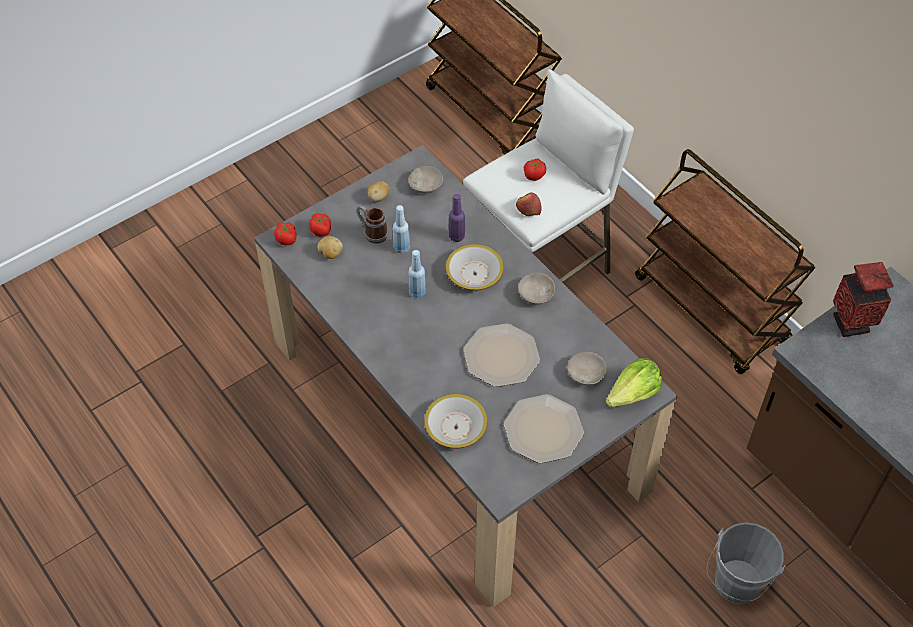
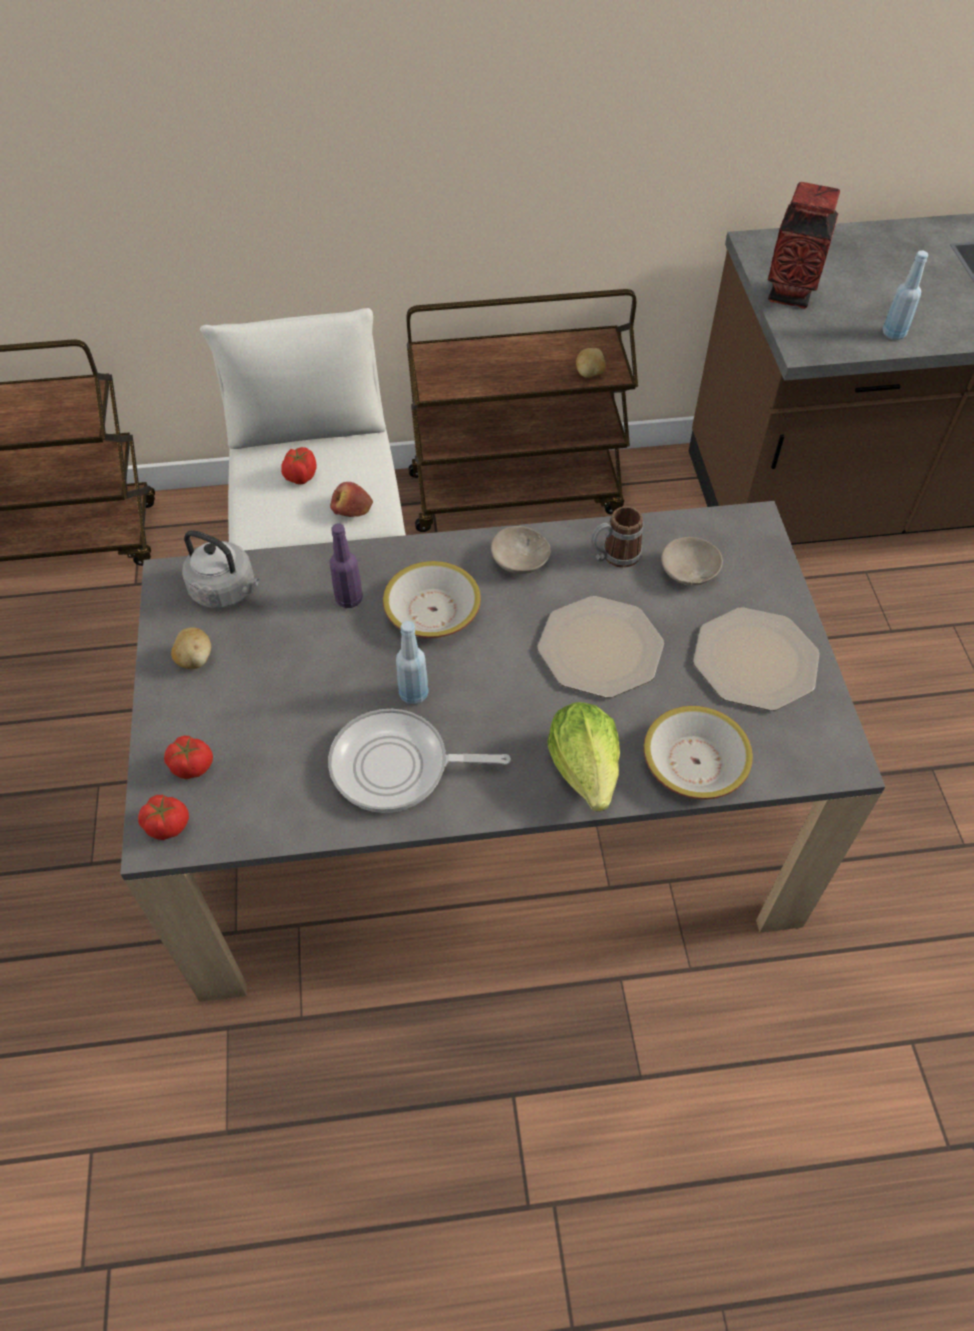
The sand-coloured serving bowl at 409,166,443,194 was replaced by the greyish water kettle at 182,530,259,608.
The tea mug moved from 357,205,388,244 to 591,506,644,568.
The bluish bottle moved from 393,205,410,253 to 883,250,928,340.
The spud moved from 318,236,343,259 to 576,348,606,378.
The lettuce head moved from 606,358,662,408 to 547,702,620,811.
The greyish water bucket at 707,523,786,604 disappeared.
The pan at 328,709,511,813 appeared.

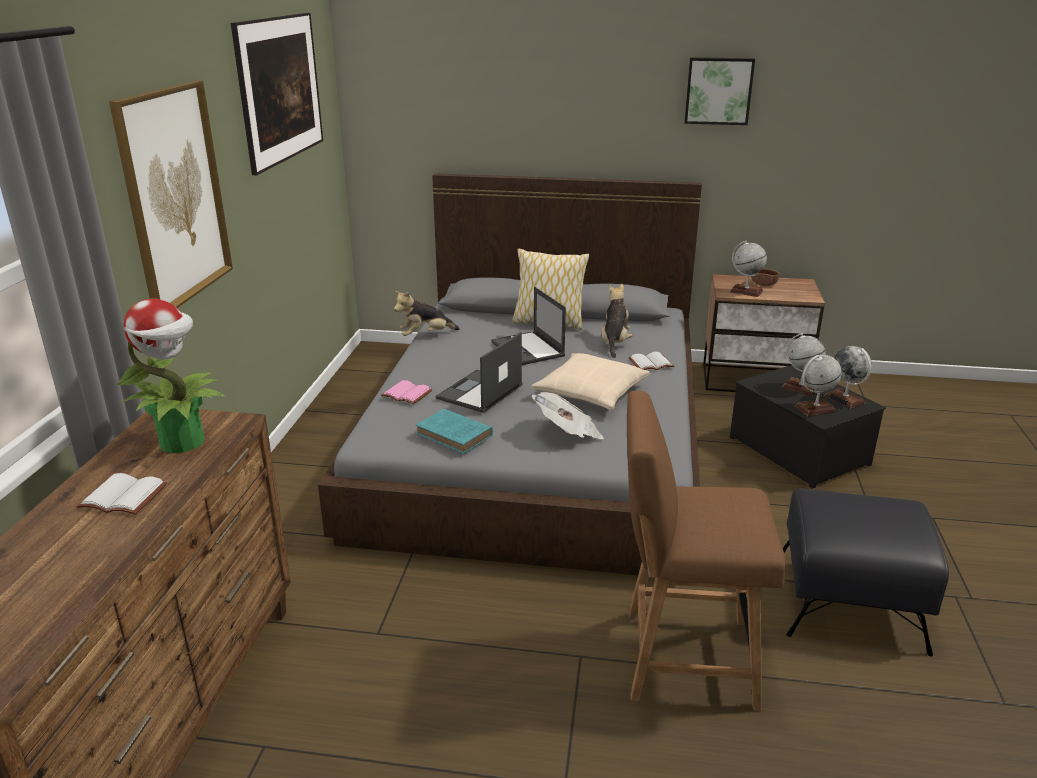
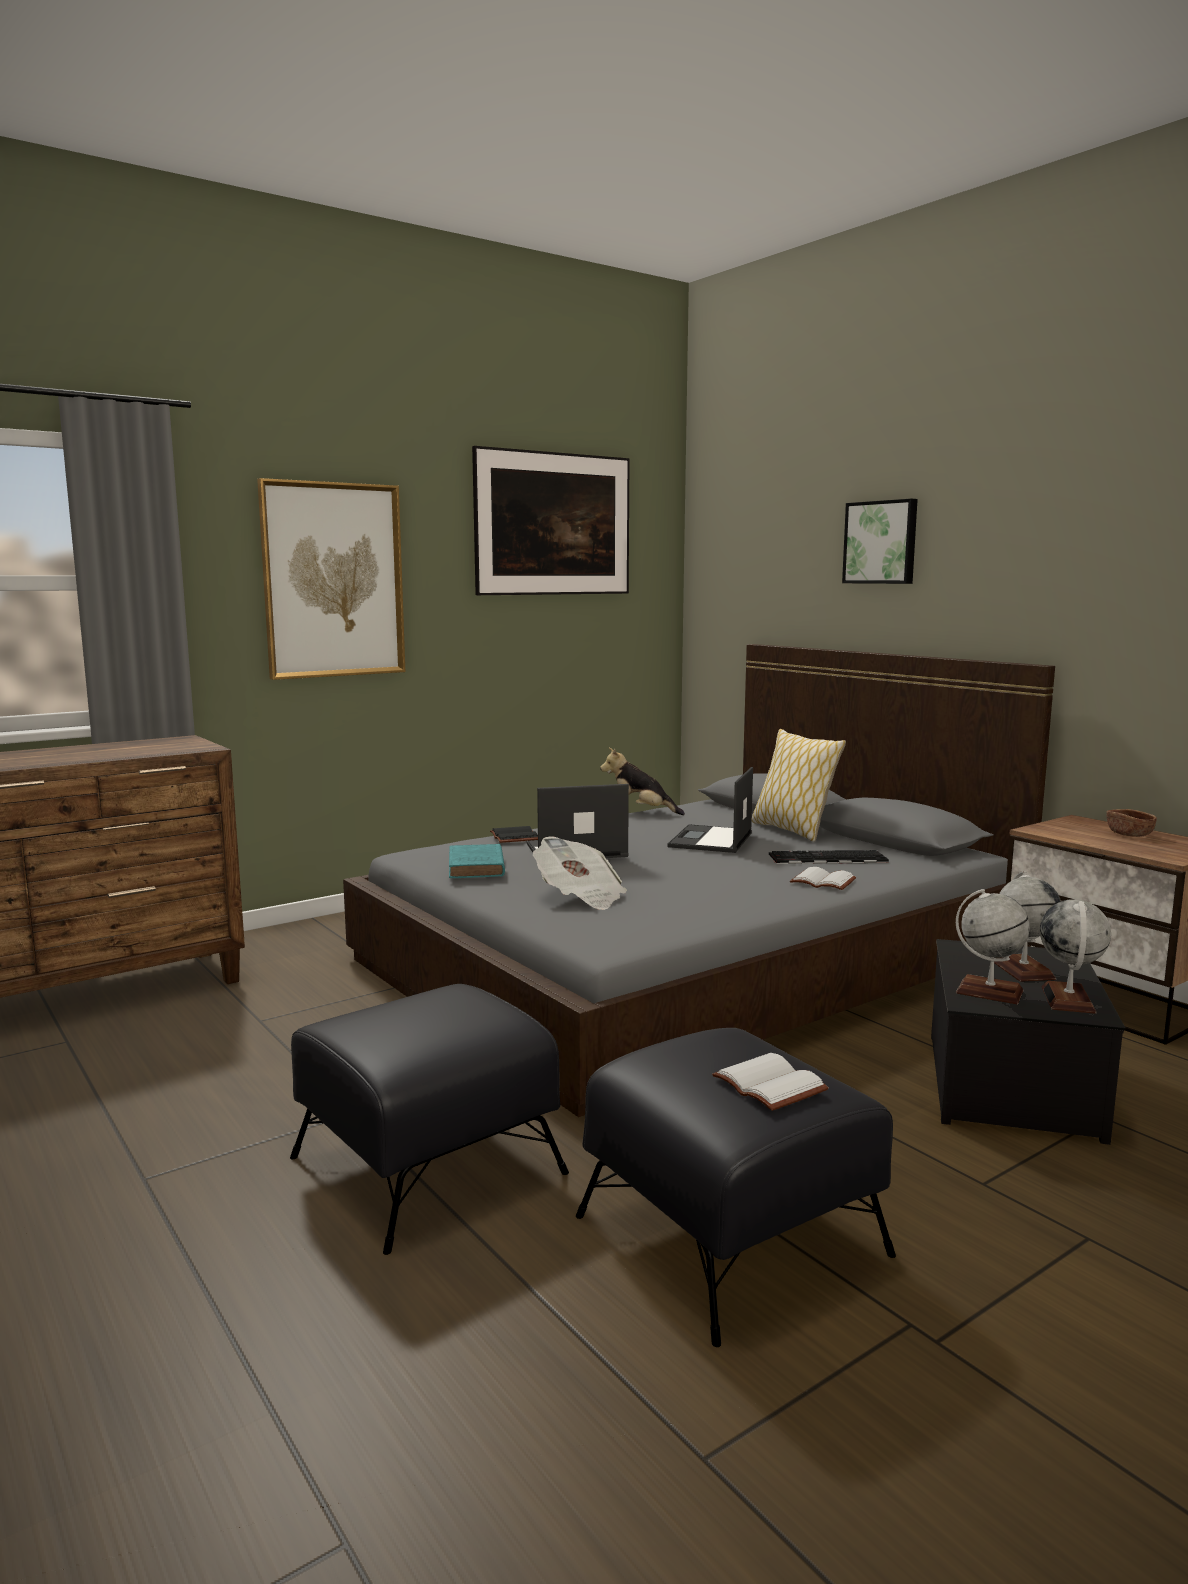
The wall picture moved from 684,57,755,125 to 842,499,918,584.
The globe at 730,241,767,297 disappeared.
The cuddly toy at 601,284,633,358 was replaced by the computer keyboard at 769,850,889,864.
The houseplant at 117,299,226,453 disappeared.
The sand-coloured cushion at 531,353,650,410 disappeared.
The pink bound book at 381,380,432,404 became the blackish bound book at 490,826,538,843.
The brown-coloured plain chair at 627,391,786,711 was replaced by the blackish ottoman at 290,984,569,1255.
The white bound book moved from 77,473,168,515 to 712,1053,829,1111.

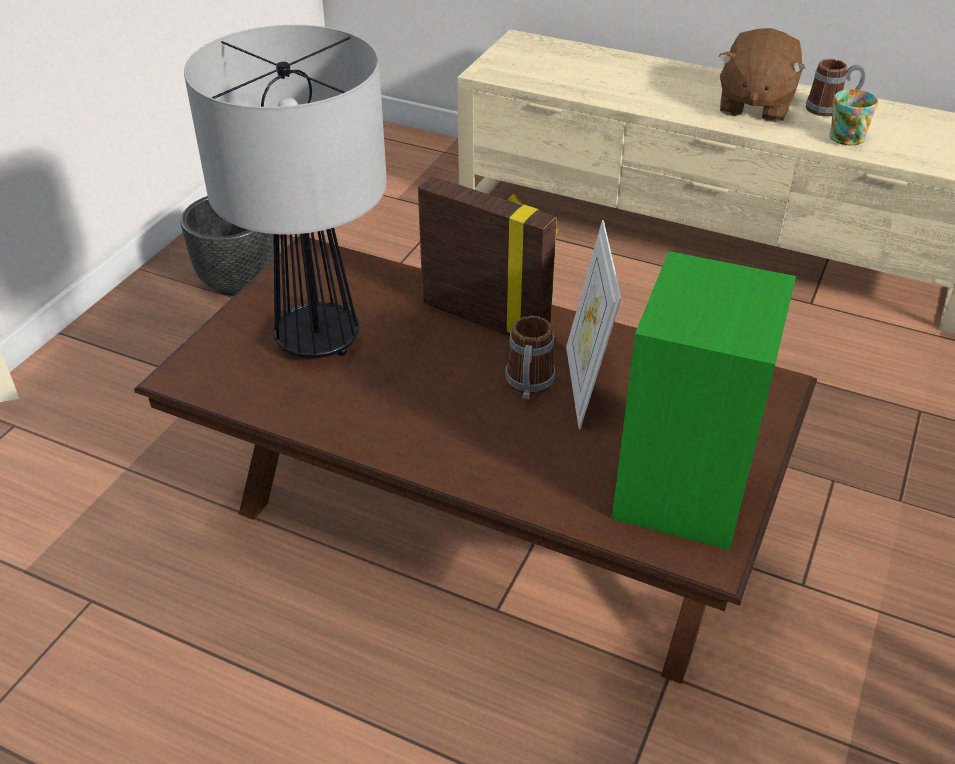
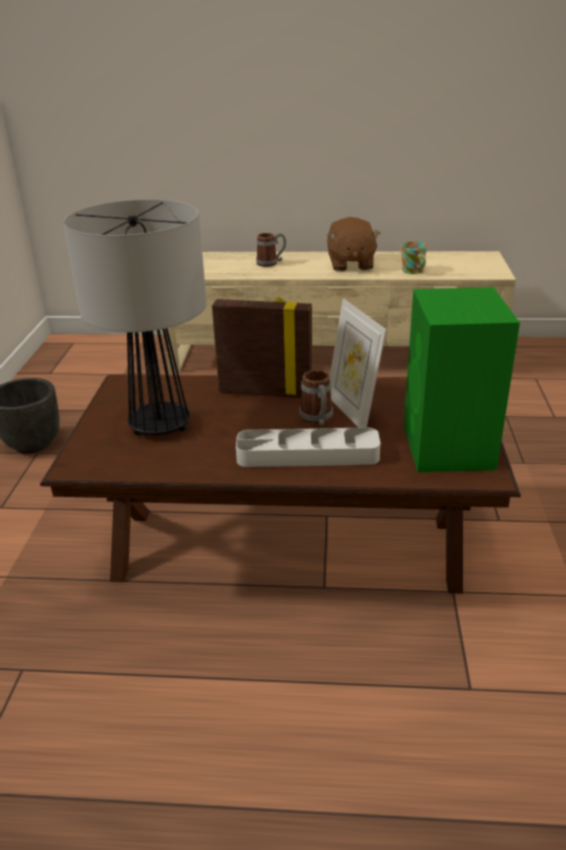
The tea mug moved from 806,59,865,116 to 256,233,286,267.
The greyish serving tray at 236,427,380,467 appeared.

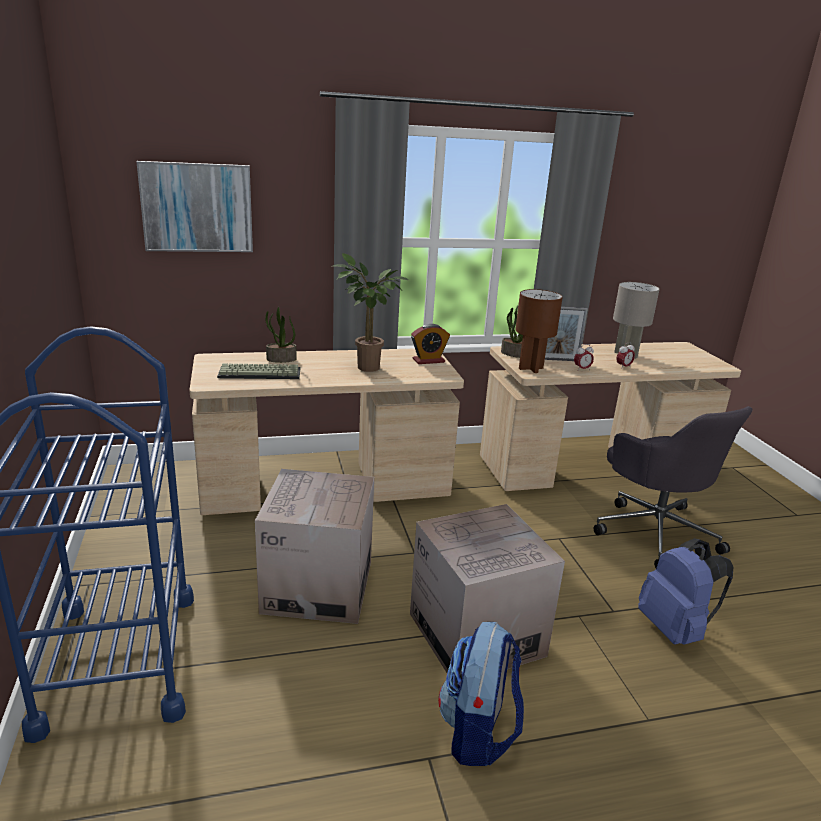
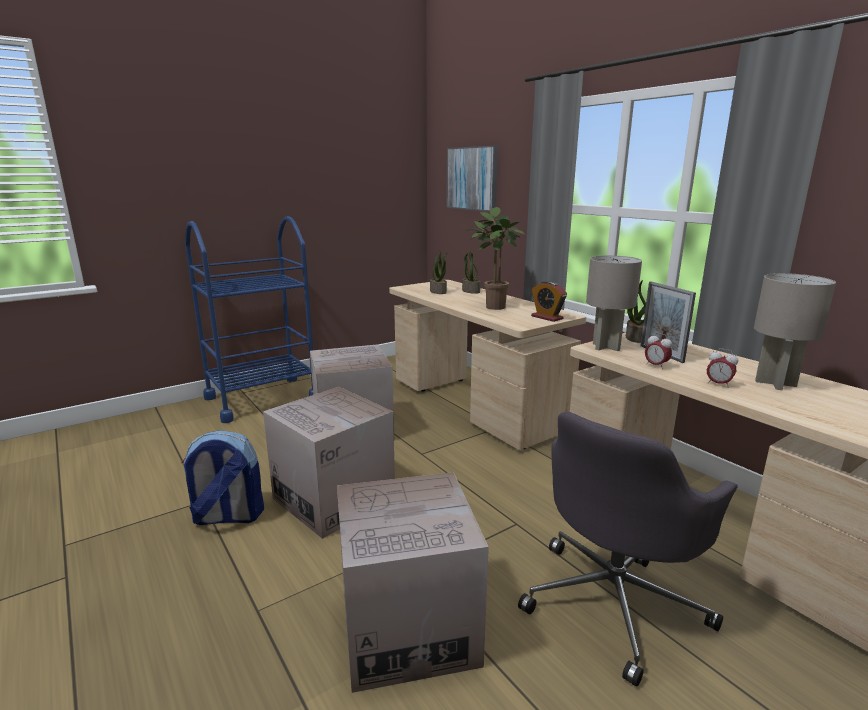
The brown-coloured tabletop lamp at 515,289,563,373 became the greyish tabletop lamp at 586,256,642,351.
The computer keyboard at 217,364,300,379 was replaced by the houseplant at 430,249,448,294.
The bluish backpack at 638,538,734,645 was replaced by the cardboard box at 337,472,489,693.

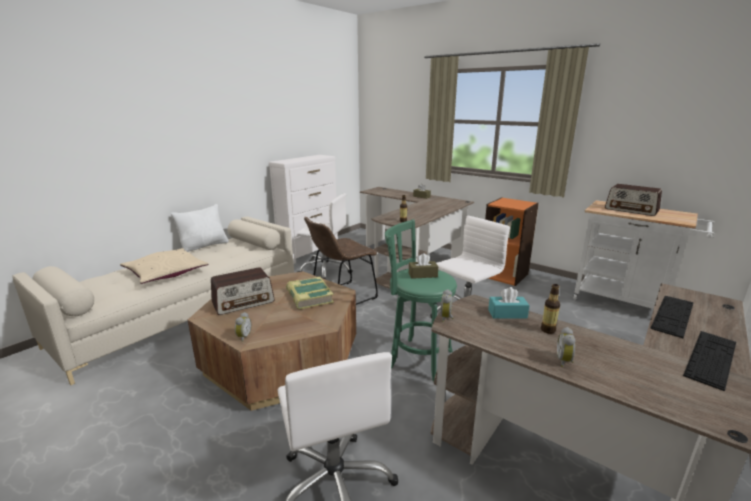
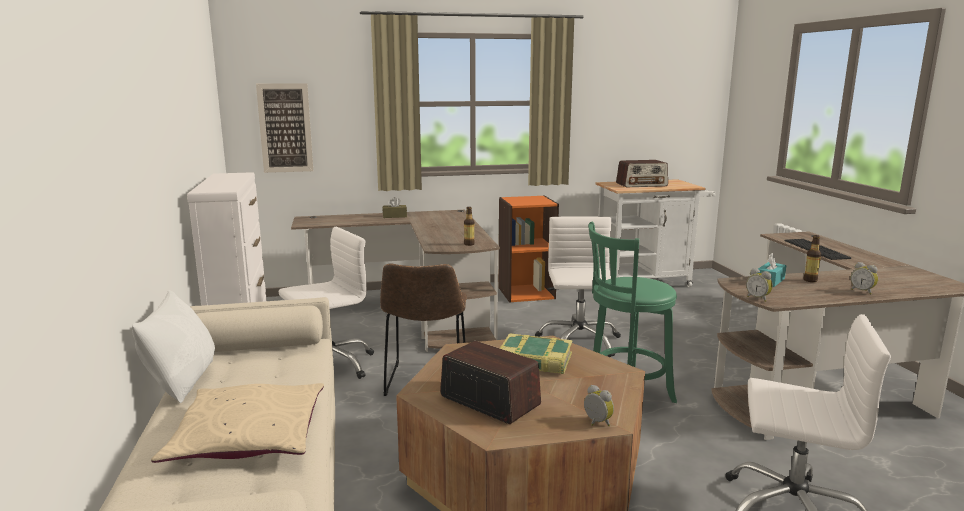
The brown-coloured tissue box at 409,253,438,279 disappeared.
The radio receiver at 211,267,275,315 turned 60 degrees counterclockwise.
The computer keyboard at 683,331,736,391 disappeared.
The wall picture at 256,83,313,173 appeared.

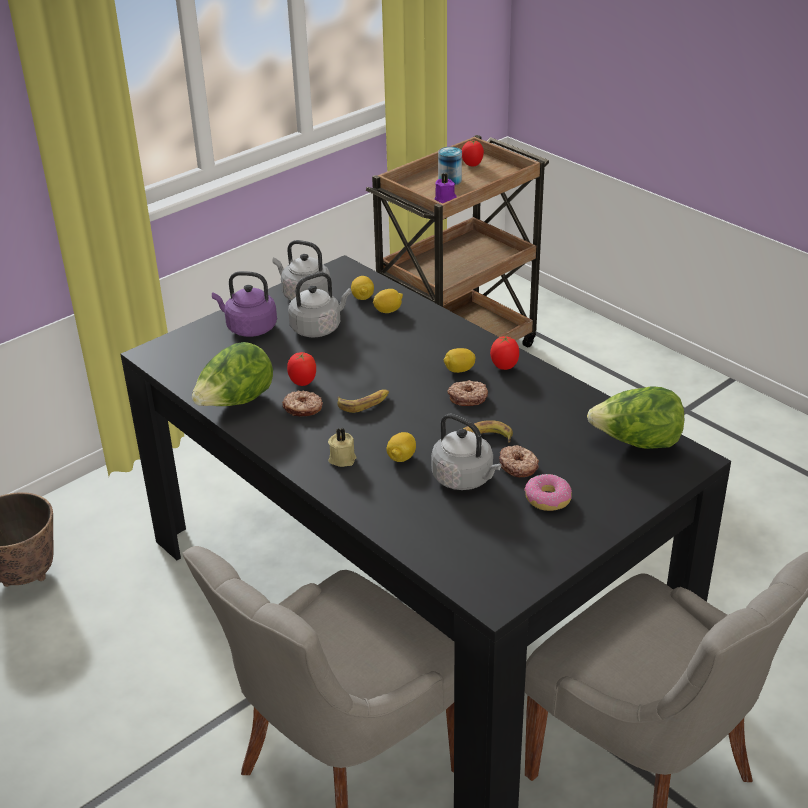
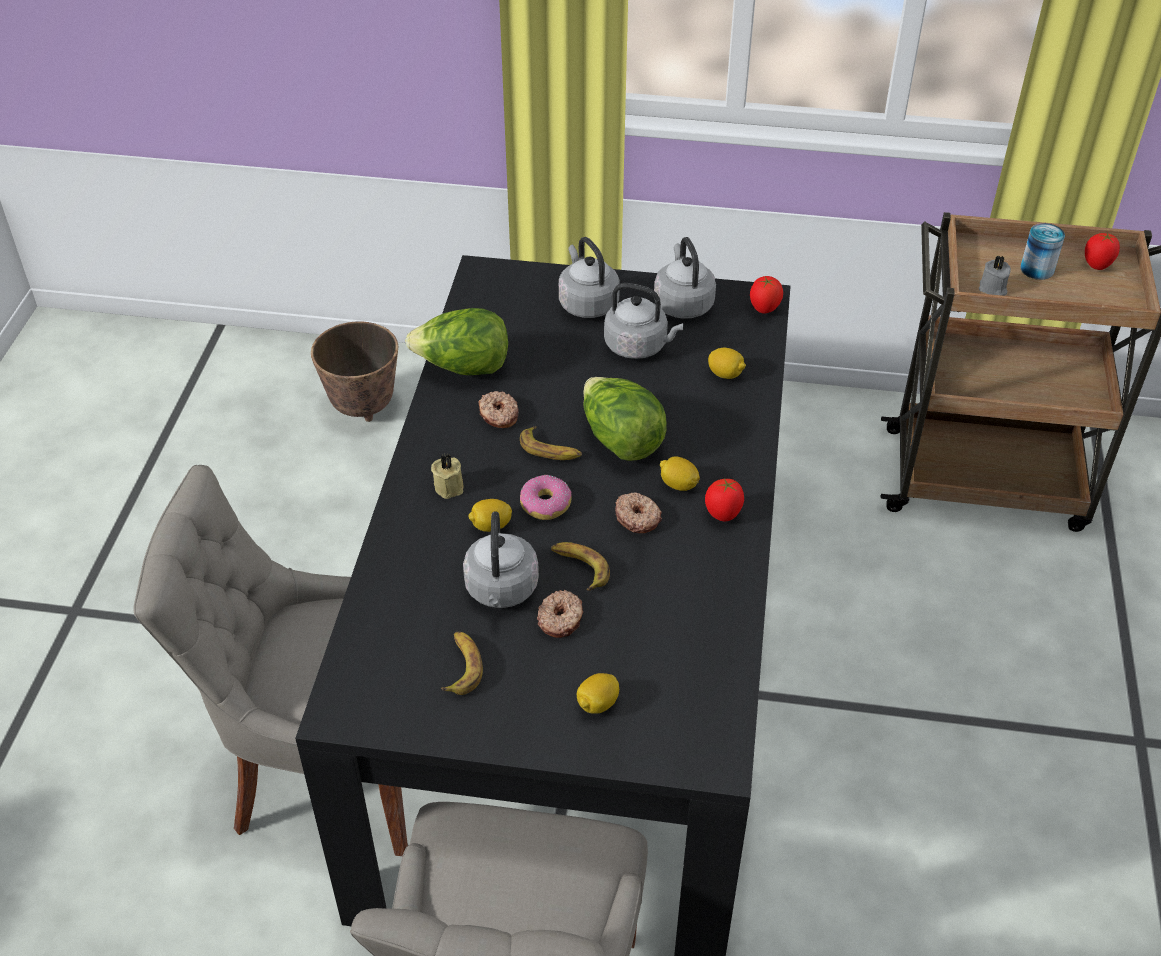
The purple candle at 435,173,457,203 became the greyish candle at 979,256,1011,296.
The purple water kettle at 212,271,277,337 became the greyish water kettle at 559,237,620,318.
The citrus fruit moved from 351,276,374,300 to 577,673,619,714.
The whole tomato moved from 287,352,316,386 to 750,276,783,313.
The lettuce head moved from 587,386,684,449 to 583,377,667,461.
The doughnut moved from 524,474,572,511 to 520,475,572,520.
The banana at 441,632,483,695 appeared.

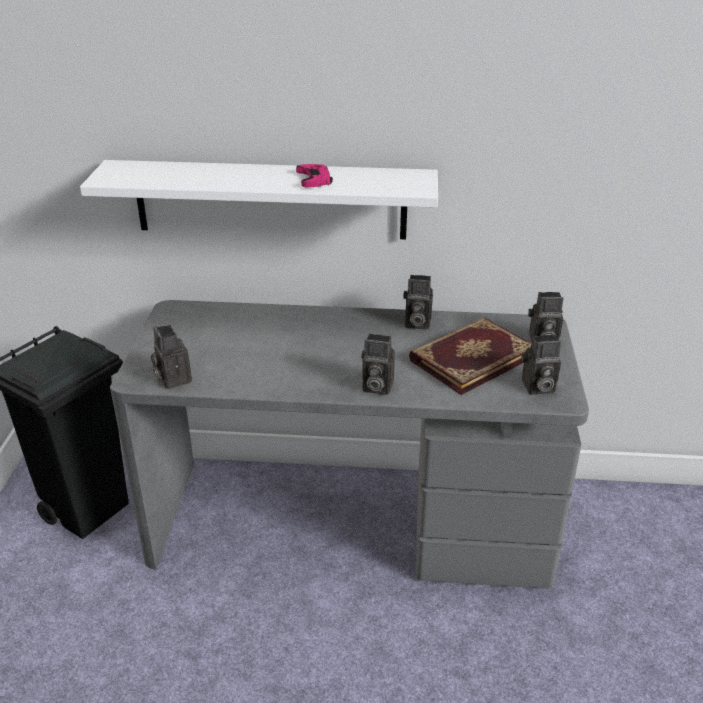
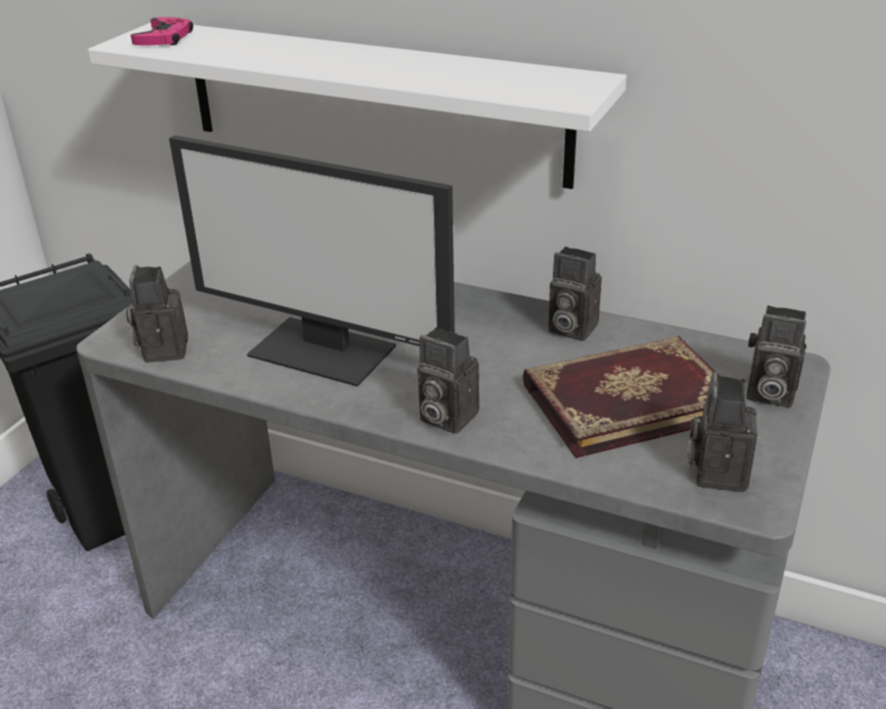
The pink joypad moved from 296,164,333,187 to 131,17,193,45.
The photo camera at 521,334,561,395 turned 90 degrees clockwise.
The monitor at 169,135,455,387 appeared.

